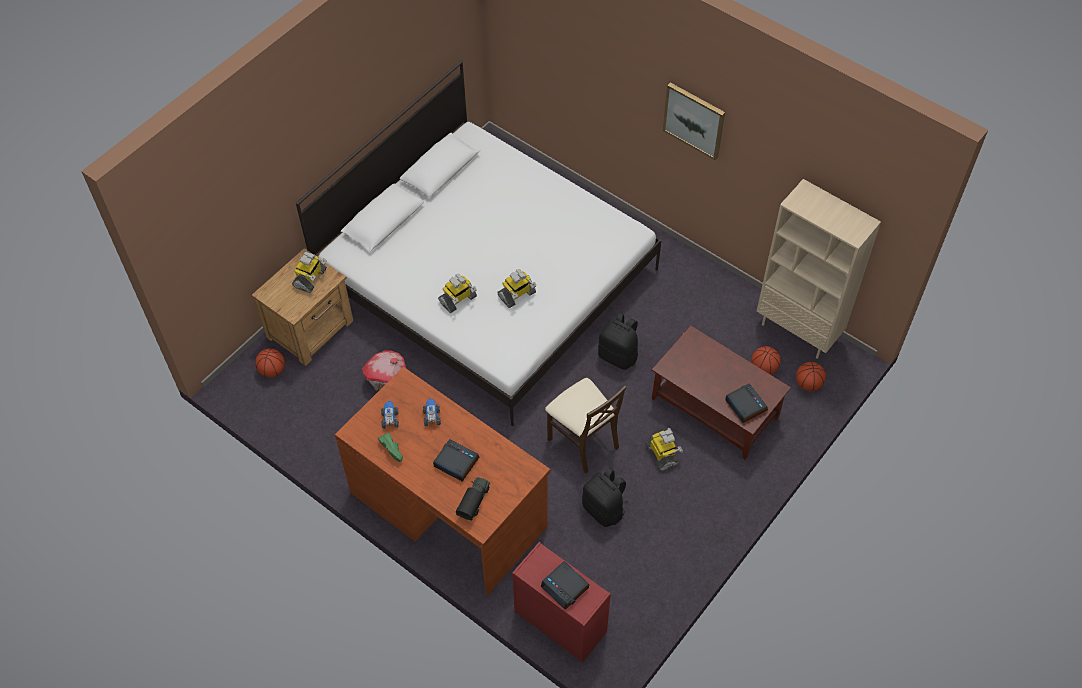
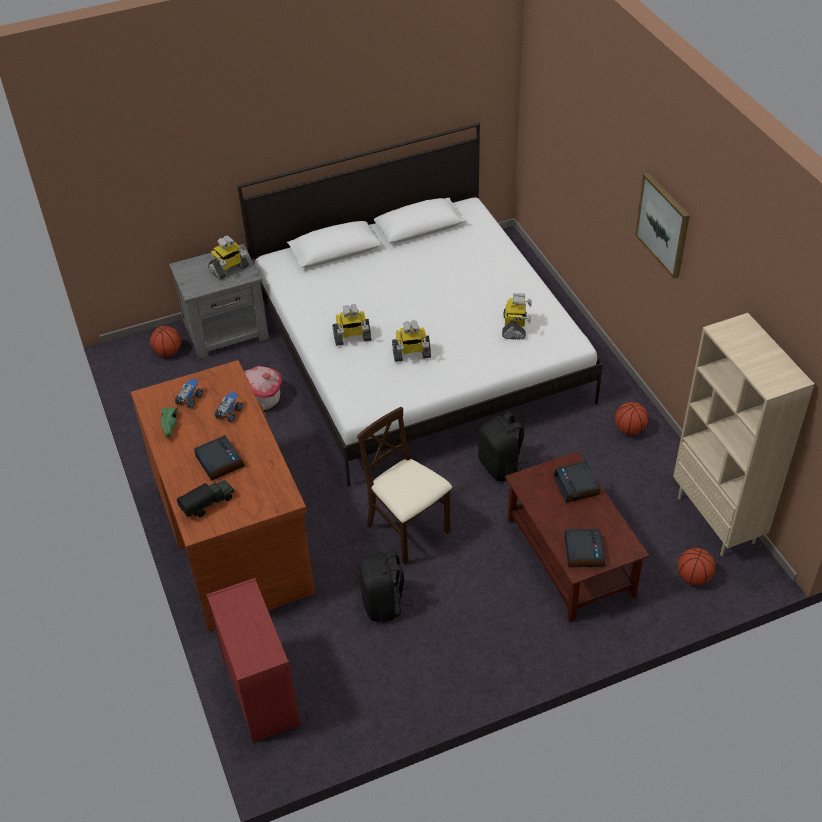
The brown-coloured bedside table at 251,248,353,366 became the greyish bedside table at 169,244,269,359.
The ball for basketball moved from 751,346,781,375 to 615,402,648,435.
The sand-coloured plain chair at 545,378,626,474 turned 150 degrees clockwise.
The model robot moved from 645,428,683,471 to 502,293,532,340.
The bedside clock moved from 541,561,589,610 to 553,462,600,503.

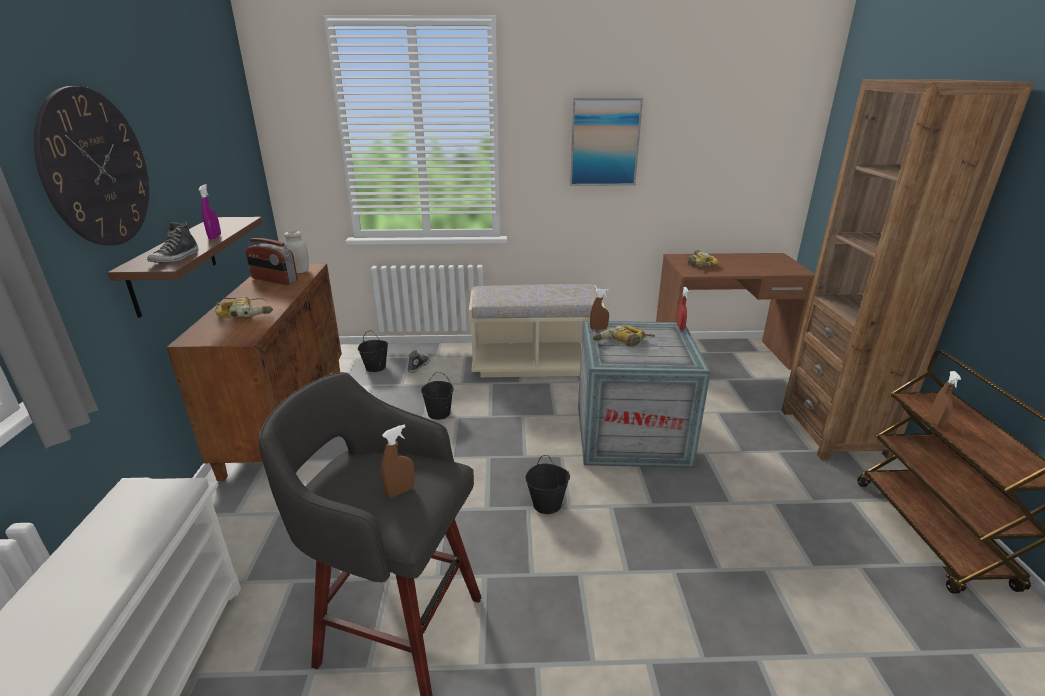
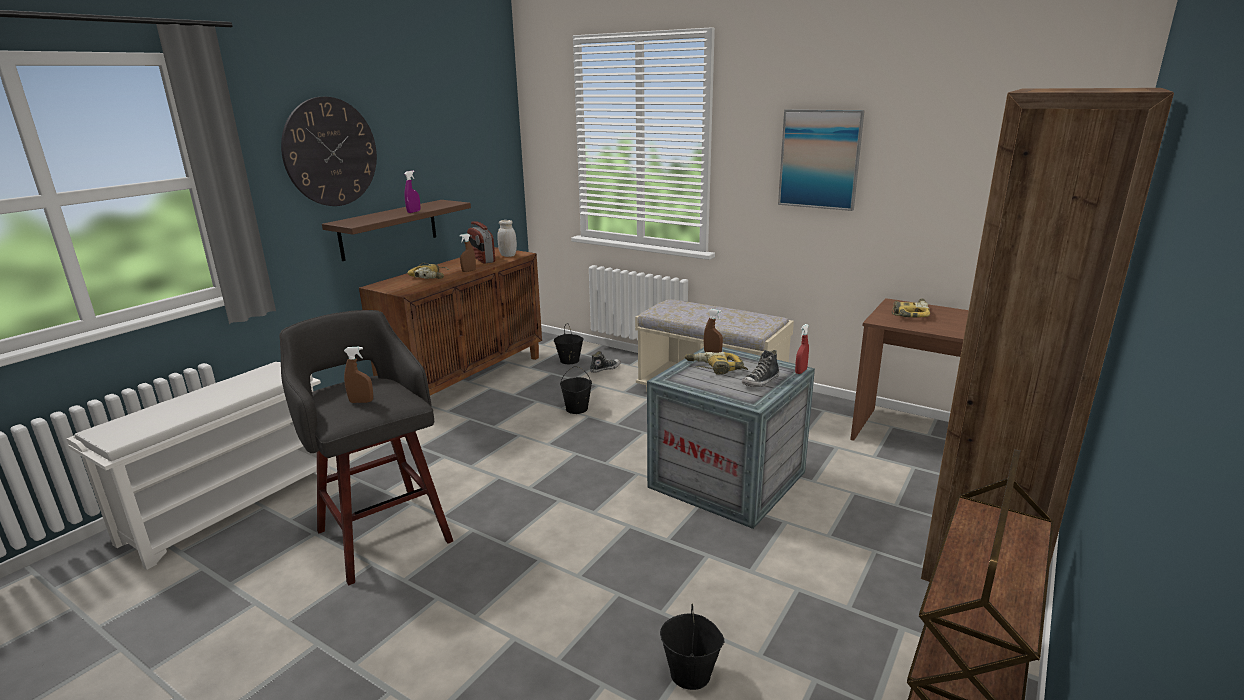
The item of footwear moved from 147,222,198,263 to 742,350,779,387.
The brown-coloured hand sprayer moved from 930,371,961,427 to 459,233,476,272.
The blackish water bucket moved from 526,455,570,514 to 660,603,725,690.

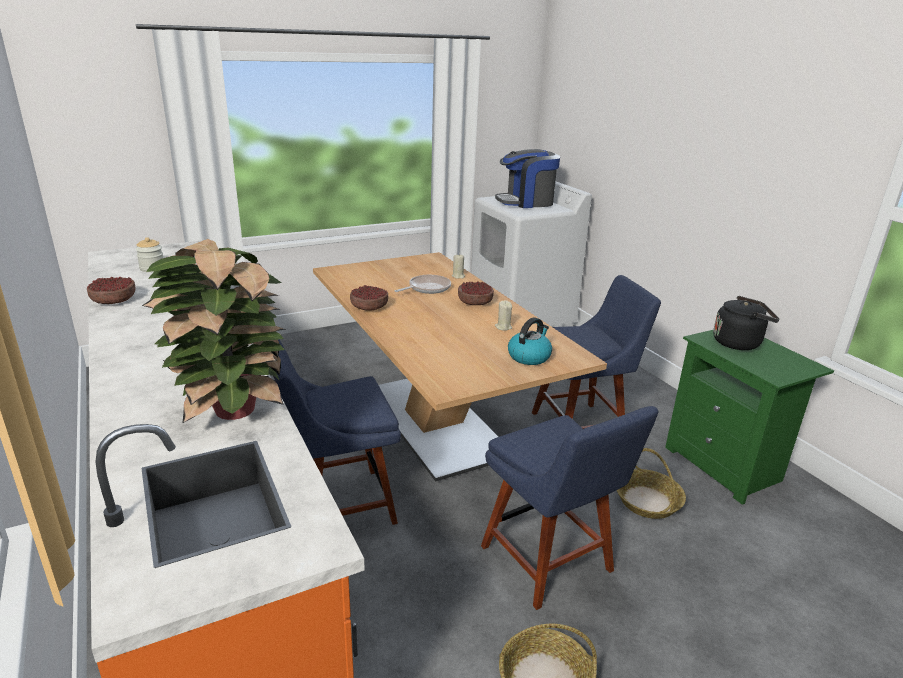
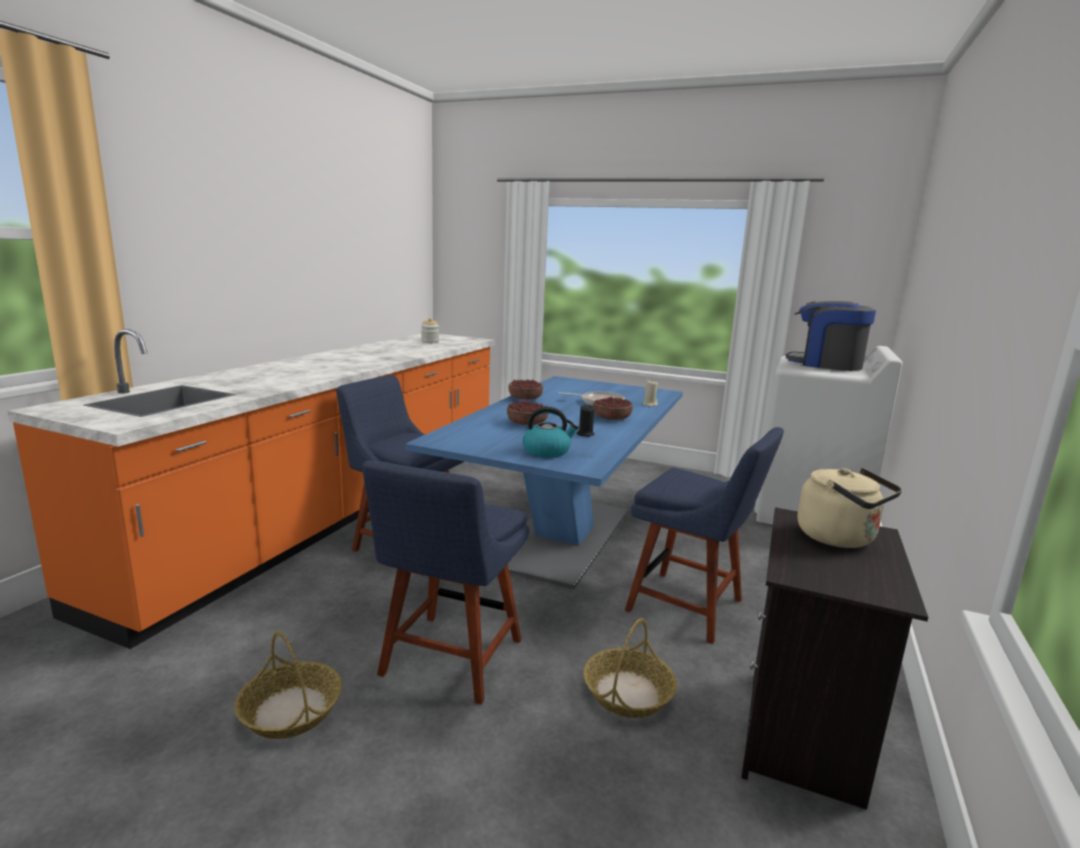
The houseplant at 142,239,286,423 disappeared.
The sand-coloured kitchen table at 313,252,607,481 became the bluish kitchen table at 406,376,683,589.
The serving bowl moved from 87,277,135,304 to 507,401,548,425.
The blackish water kettle at 713,296,779,350 became the sand-coloured water kettle at 797,468,902,548.
The sand-coloured candle at 495,300,512,331 became the blackish candle at 577,404,595,437.
The green-coloured bedside table at 665,330,834,505 became the blackish bedside table at 741,507,928,810.

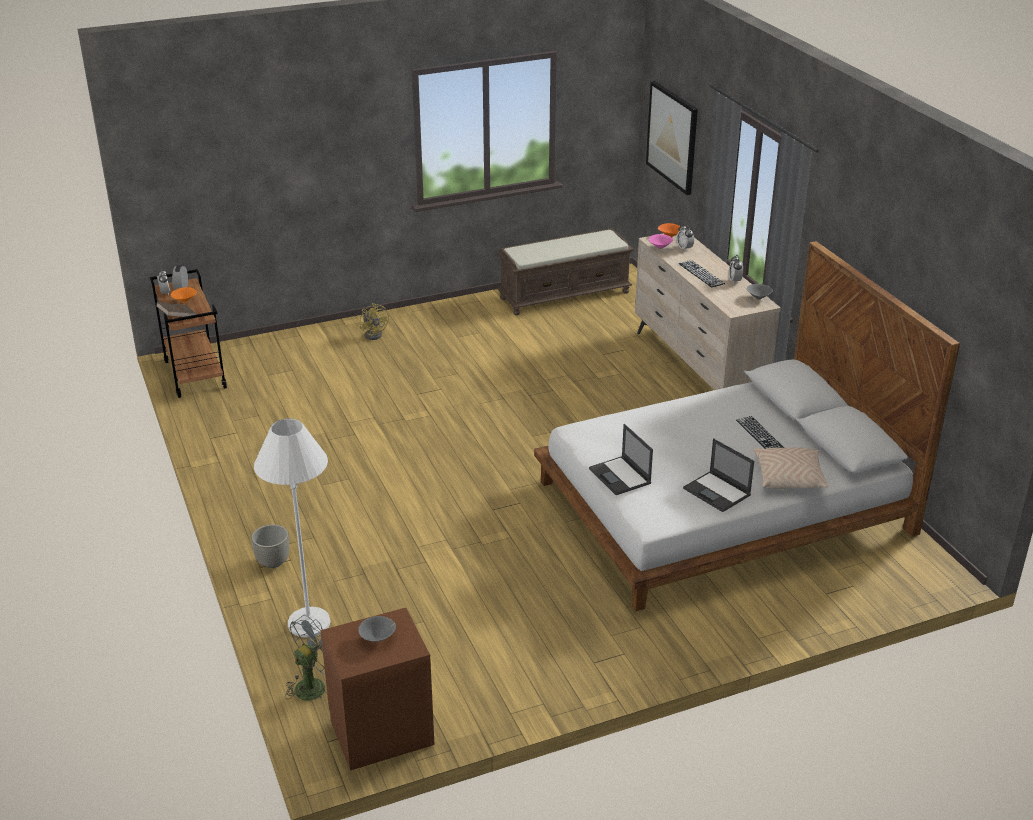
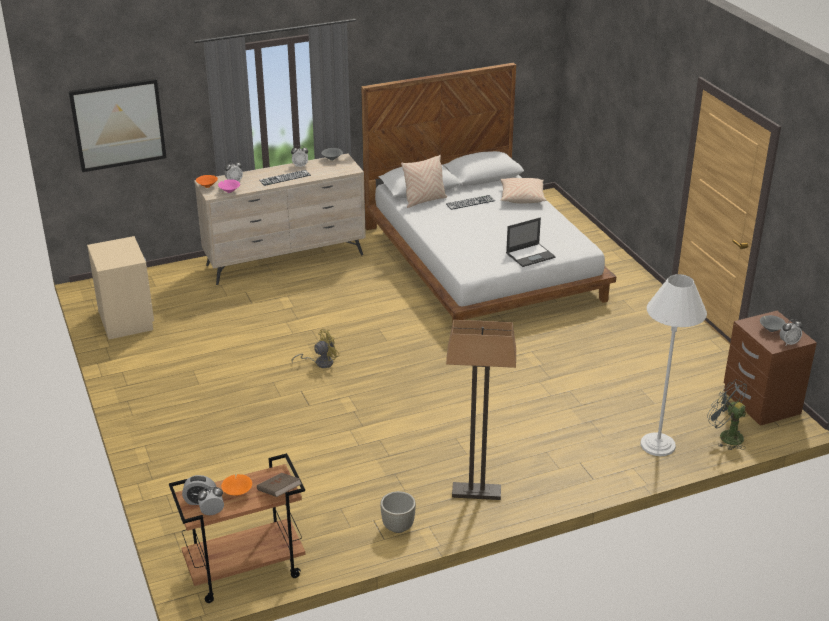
The brown-coloured long seat at 497,228,634,315 was replaced by the sand-coloured bedside table at 87,236,154,340.
The yellowish electric fan moved from 360,303,389,340 to 291,329,340,368.
The portable computer at 683,438,754,512 disappeared.
The greyish plant pot moved from 251,525,289,568 to 380,491,416,533.
The sand-coloured cushion at 401,155,447,208 appeared.
The bedside clock at 780,319,803,346 appeared.
The standard lamp at 446,320,516,500 appeared.

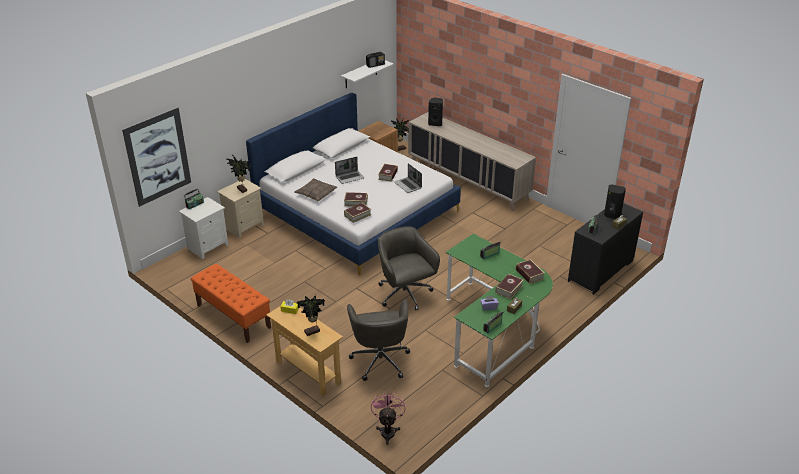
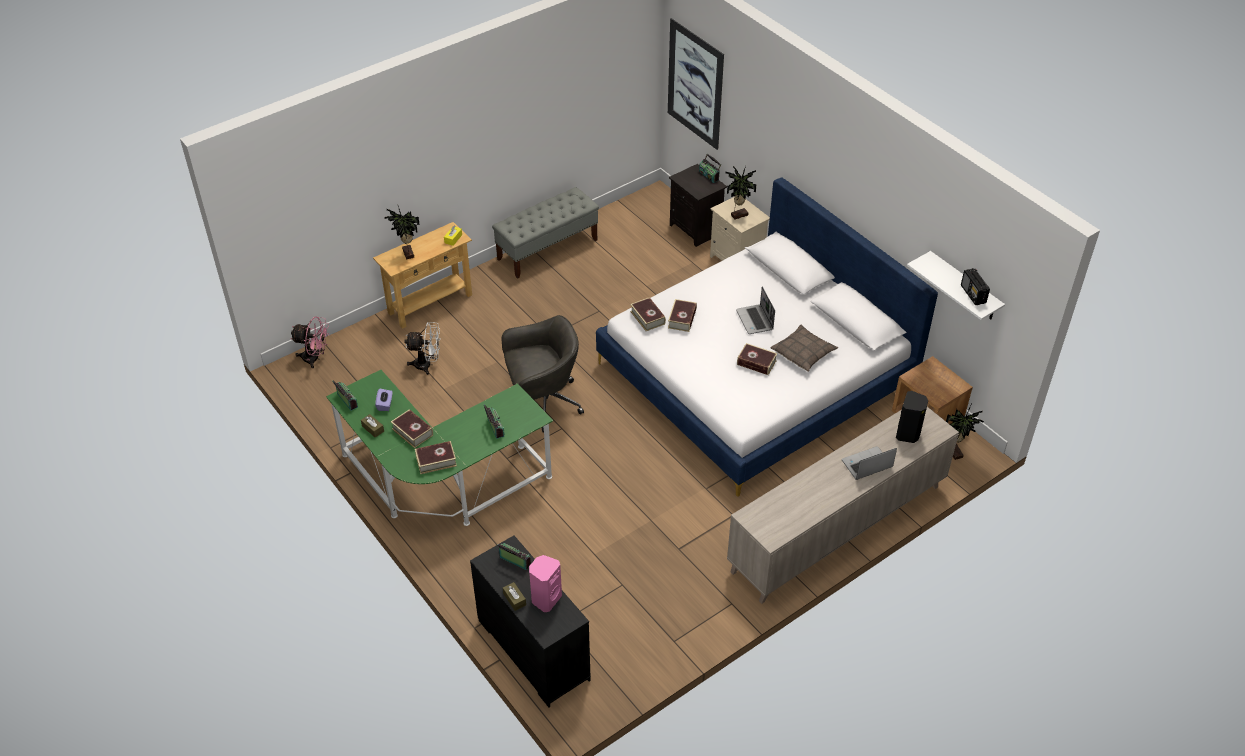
The portable computer moved from 394,163,422,193 to 842,446,897,480.
The cushion moved from 294,178,337,202 to 771,325,838,372.
The blackish speaker at 604,184,626,219 became the pink speaker at 529,555,562,612.
The white bedside table at 179,197,228,259 became the blackish bedside table at 669,164,727,247.
The orangey long seat at 191,264,271,343 became the greyish long seat at 492,187,599,279.
The greyish office chair at 347,299,410,381 was replaced by the white electric fan at 404,322,440,375.

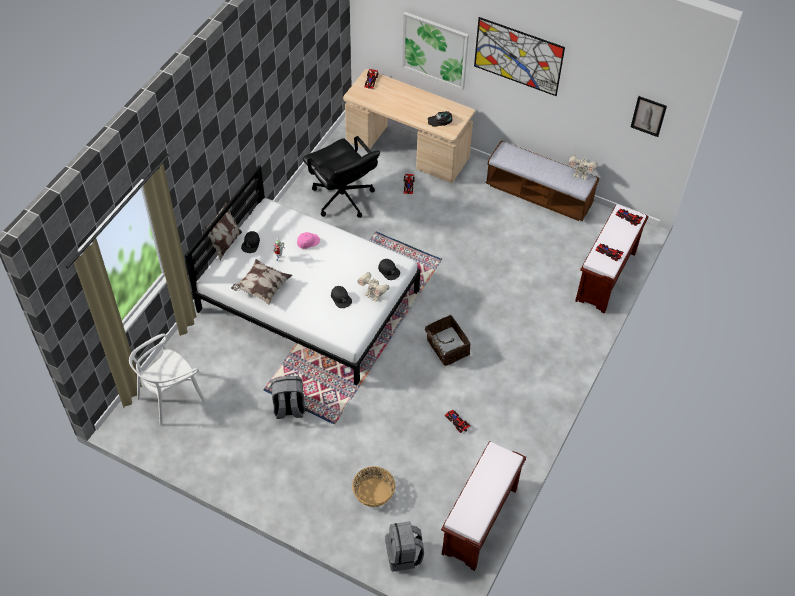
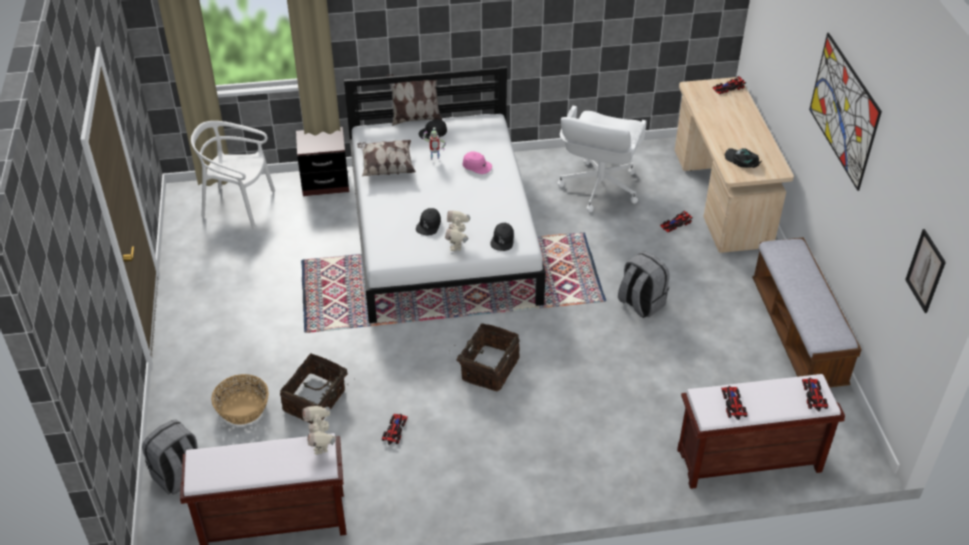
The wall picture at 402,12,469,90 disappeared.
The blackish office chair at 303,136,380,218 became the white office chair at 558,106,647,212.
The model robot moved from 569,155,598,180 to 302,406,337,455.
The greyish backpack moved from 271,376,305,419 to 618,252,670,318.
The brown-coloured bedside table at 296,127,349,196 appeared.
The household basket at 280,353,355,424 appeared.

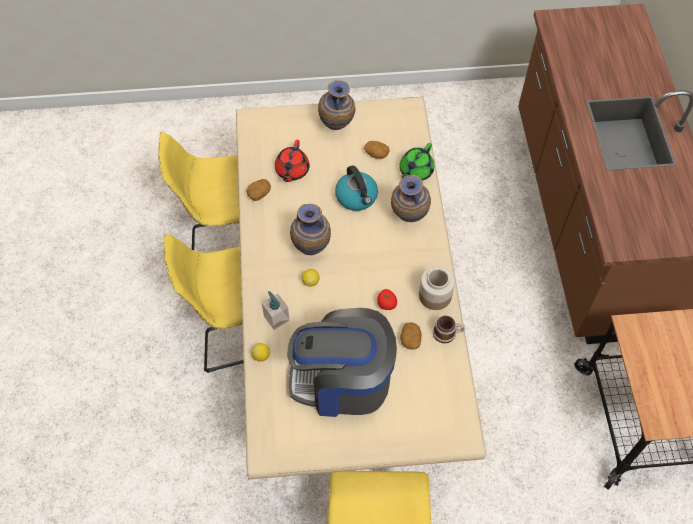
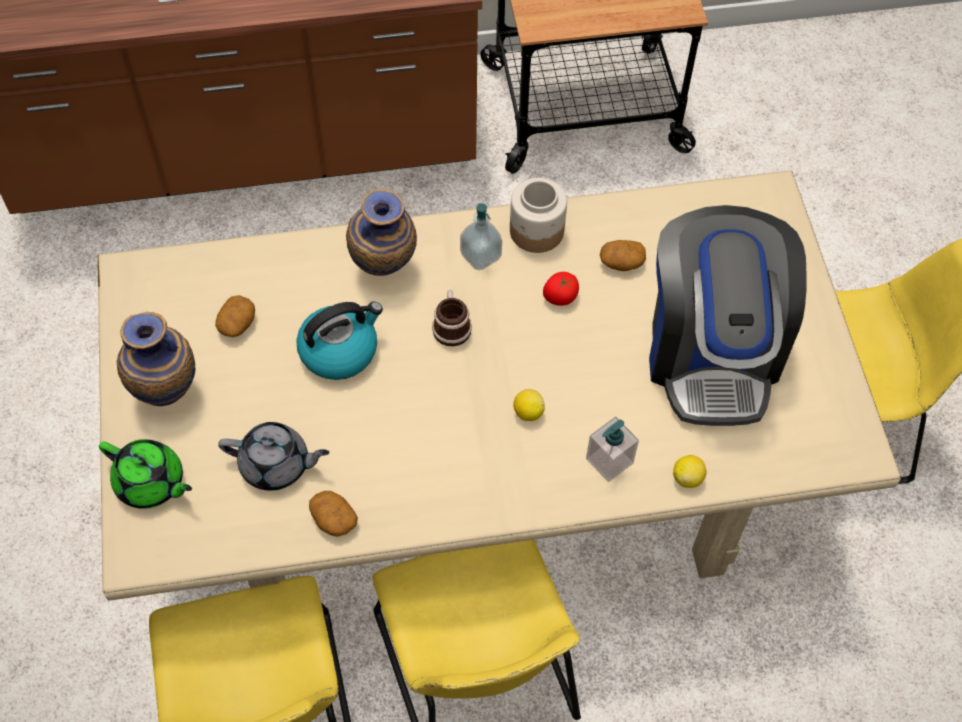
The red-coloured teapot at 275,140,310,182 became the greyish teapot at 218,422,330,491.
The green-coloured teapot moved from 399,143,434,181 to 99,439,192,509.
The vase at 290,204,331,255 disappeared.
The tea mug moved from 433,316,465,343 to 432,290,472,346.
The soap bottle at 460,203,502,270 appeared.

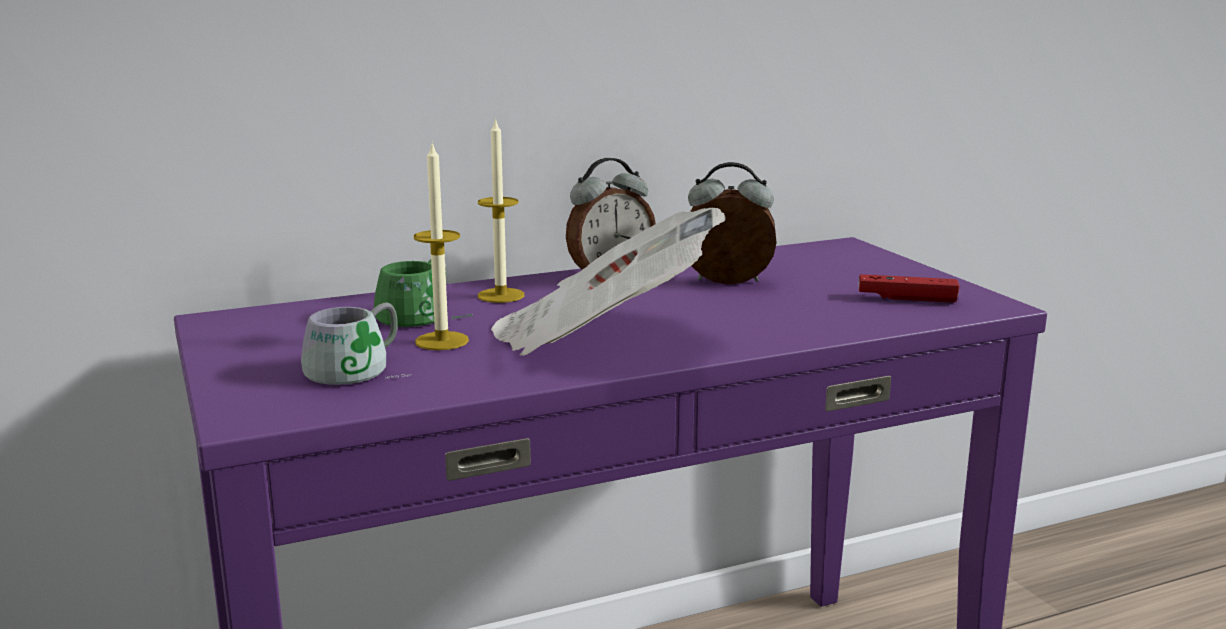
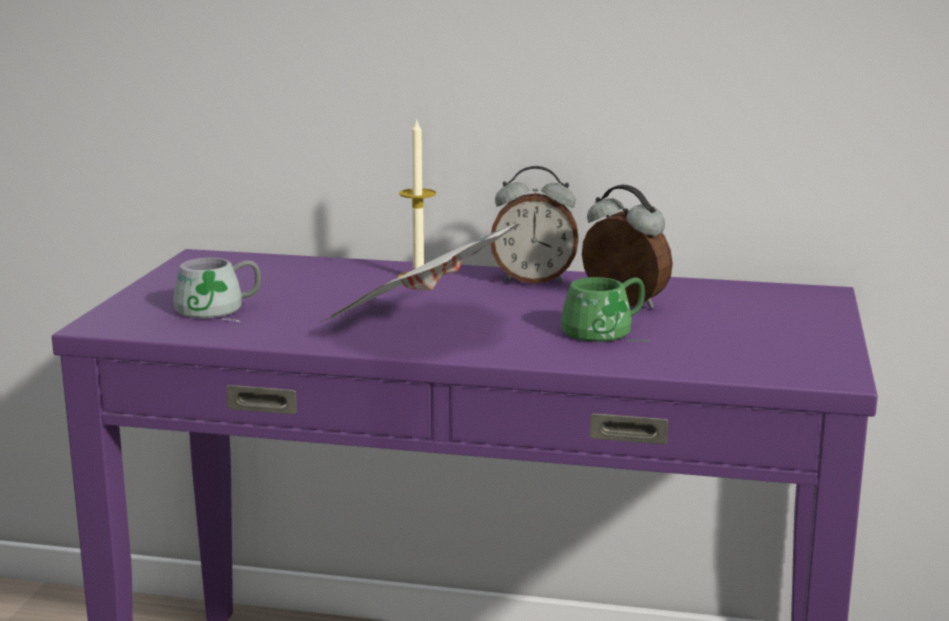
The candle at 413,142,469,350 disappeared.
The green-coloured tea mug moved from 374,260,473,327 to 561,277,650,342.
The red-coloured joypad at 859,274,959,303 disappeared.

